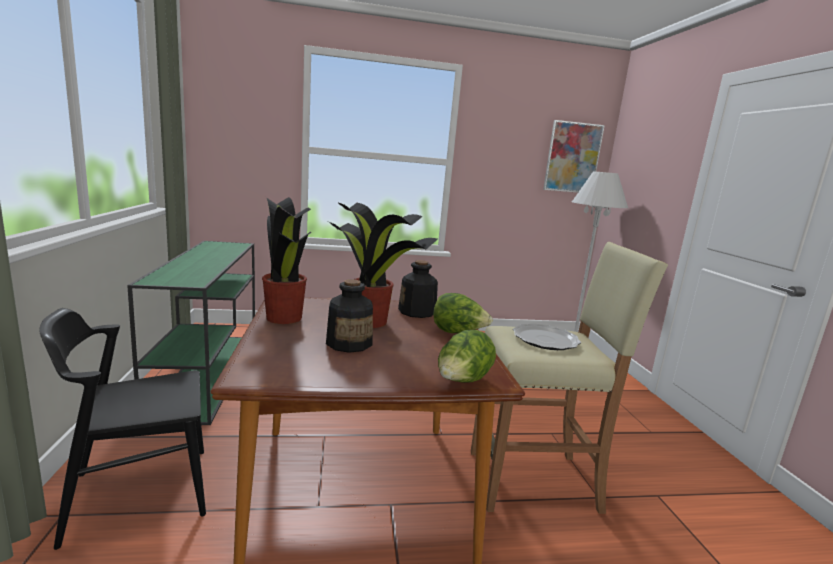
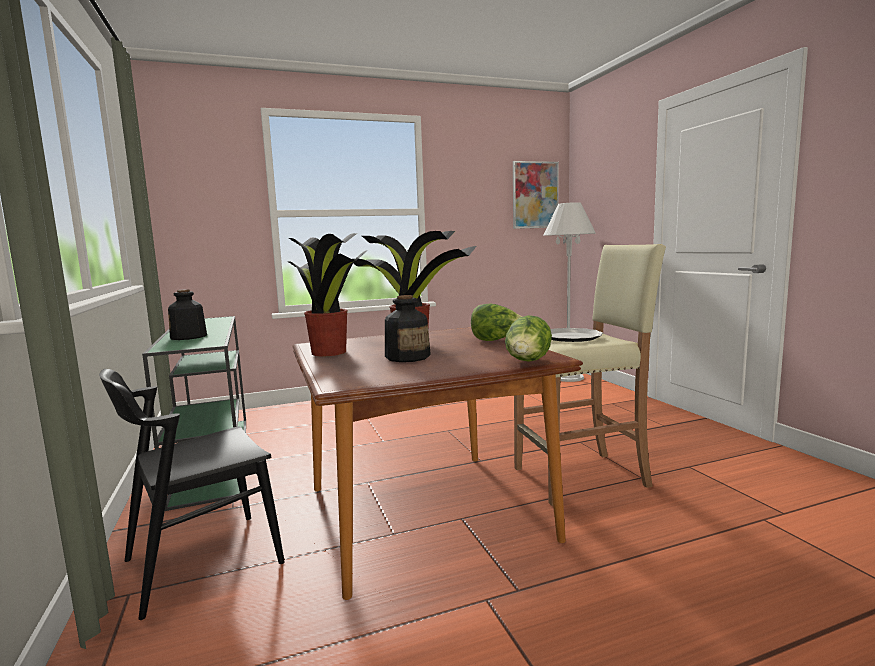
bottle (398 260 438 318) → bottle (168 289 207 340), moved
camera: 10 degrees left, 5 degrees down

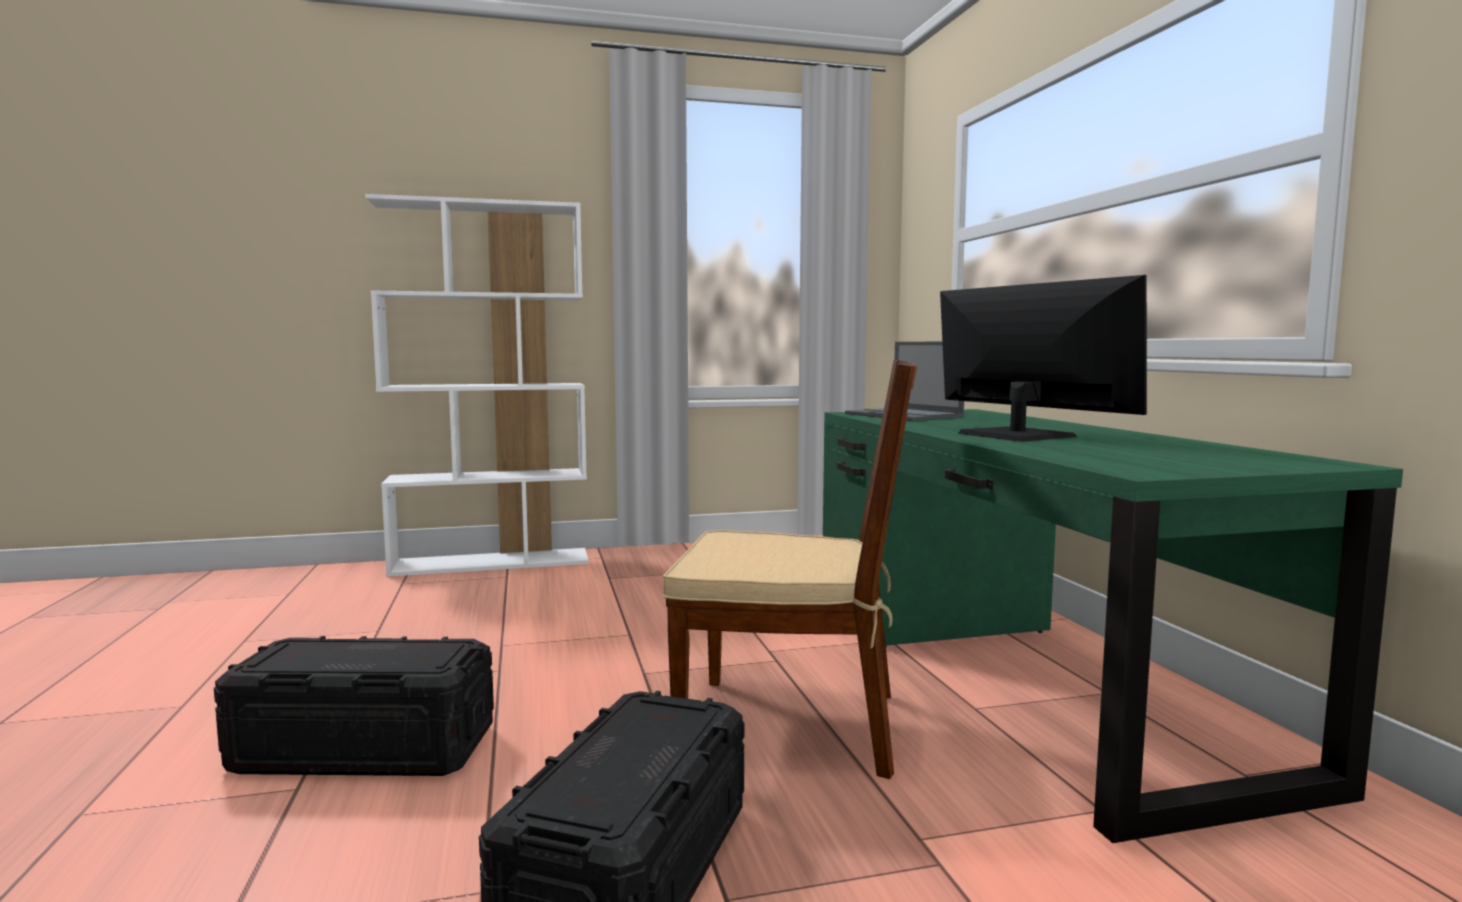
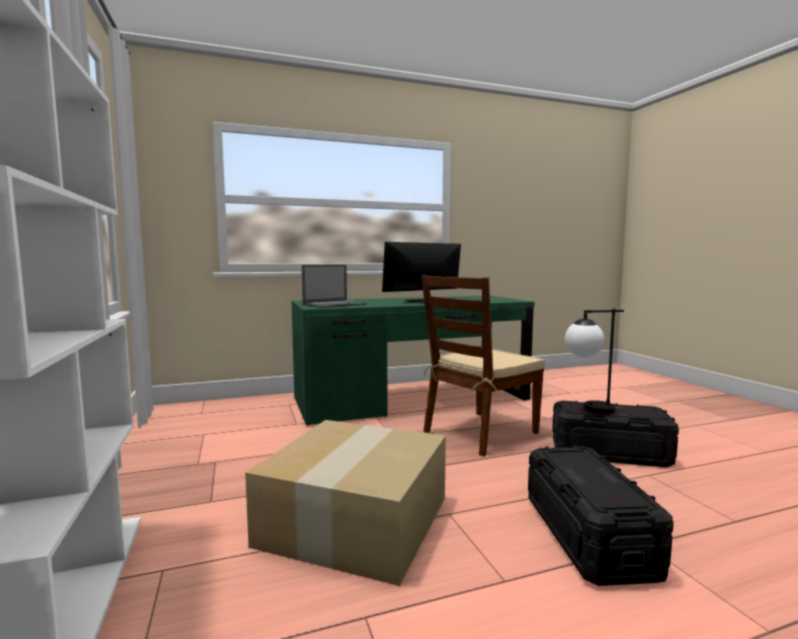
brown-coloured upright chair (663 360 918 779) → brown-coloured upright chair (421 275 545 456), 135 degrees counterclockwise
- → cardboard box (245 420 446 586)
- → tabletop lamp (565 309 624 415)
camera: 95 degrees left, 0 degrees up

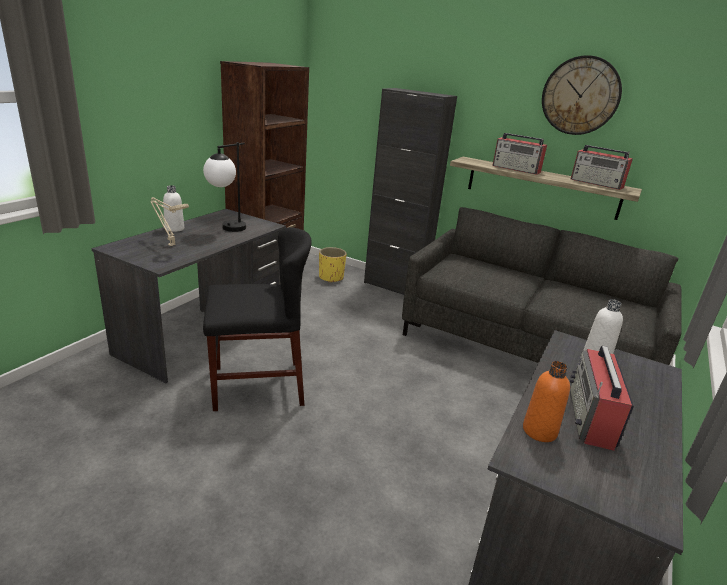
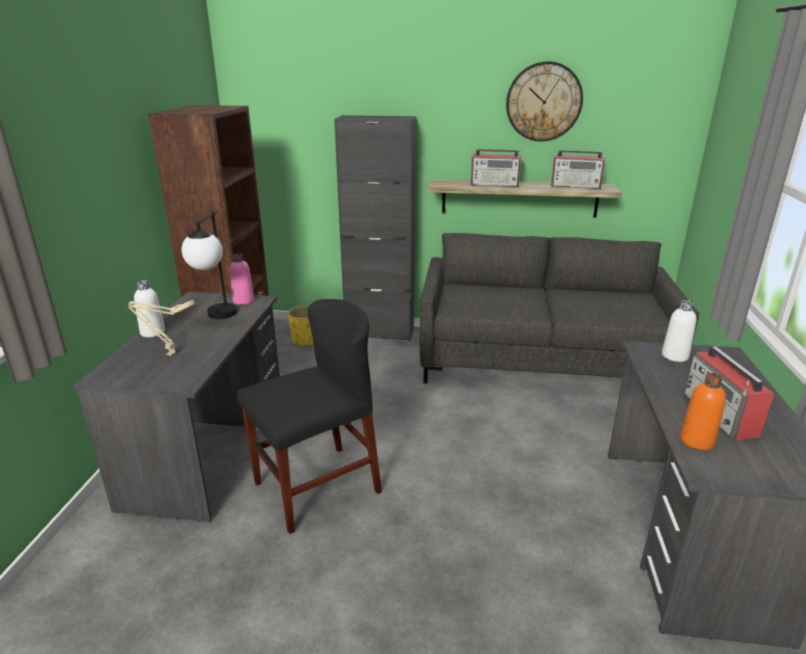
- → pink-coloured bottle (230 253 254 305)
camera: 20 degrees left, 0 degrees up

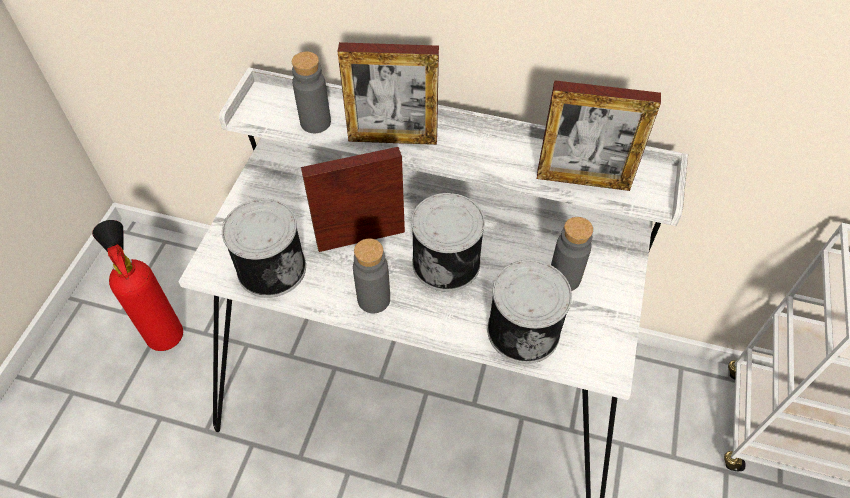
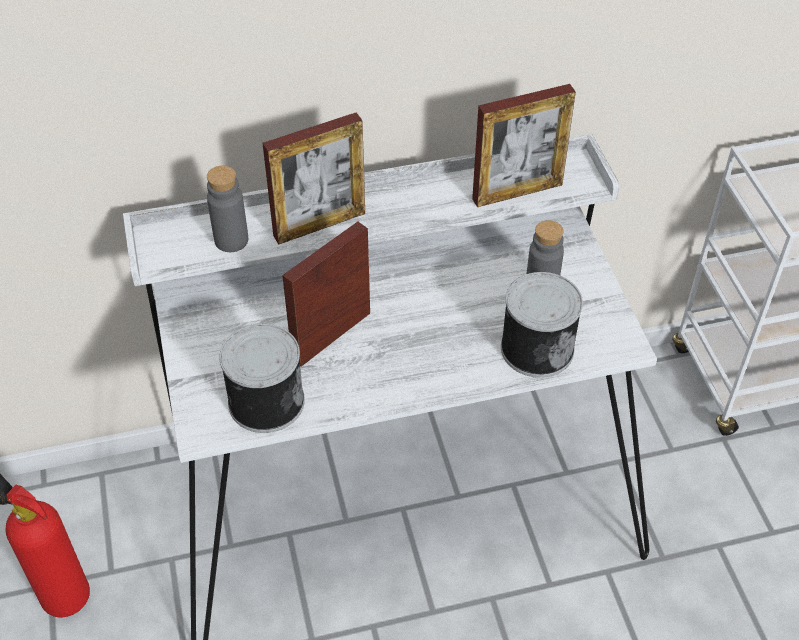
greyish bottle (353 239 390 313) → -
metal can (411 193 485 292) → -
camera: 30 degrees left, 5 degrees down

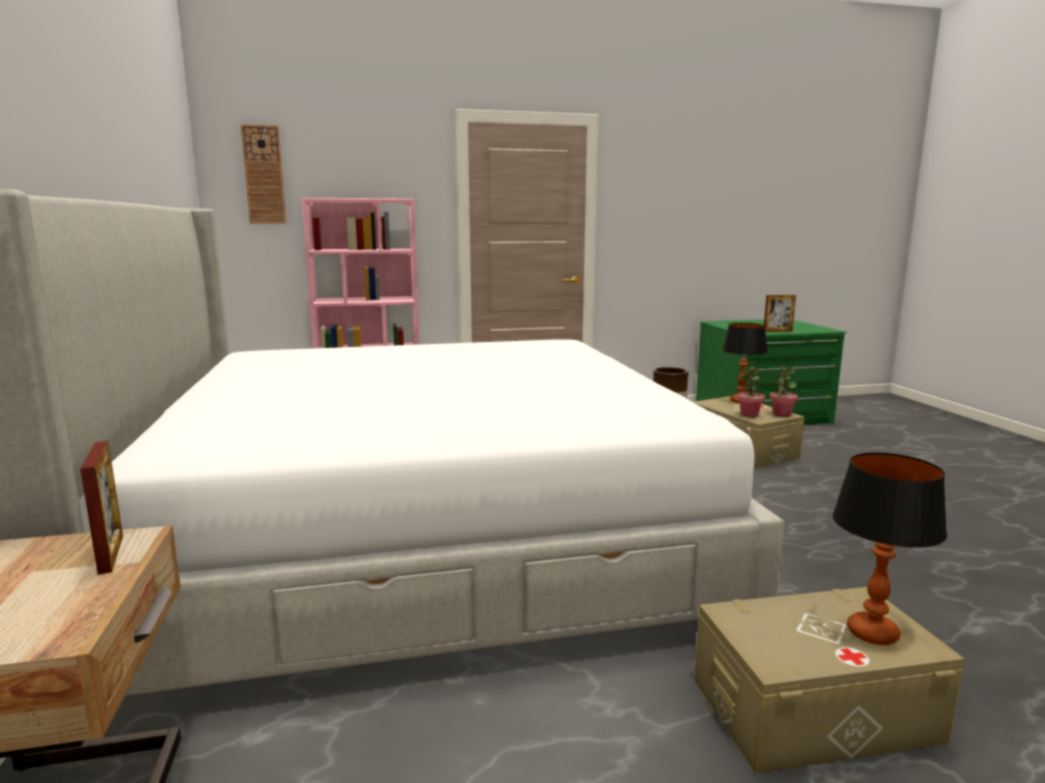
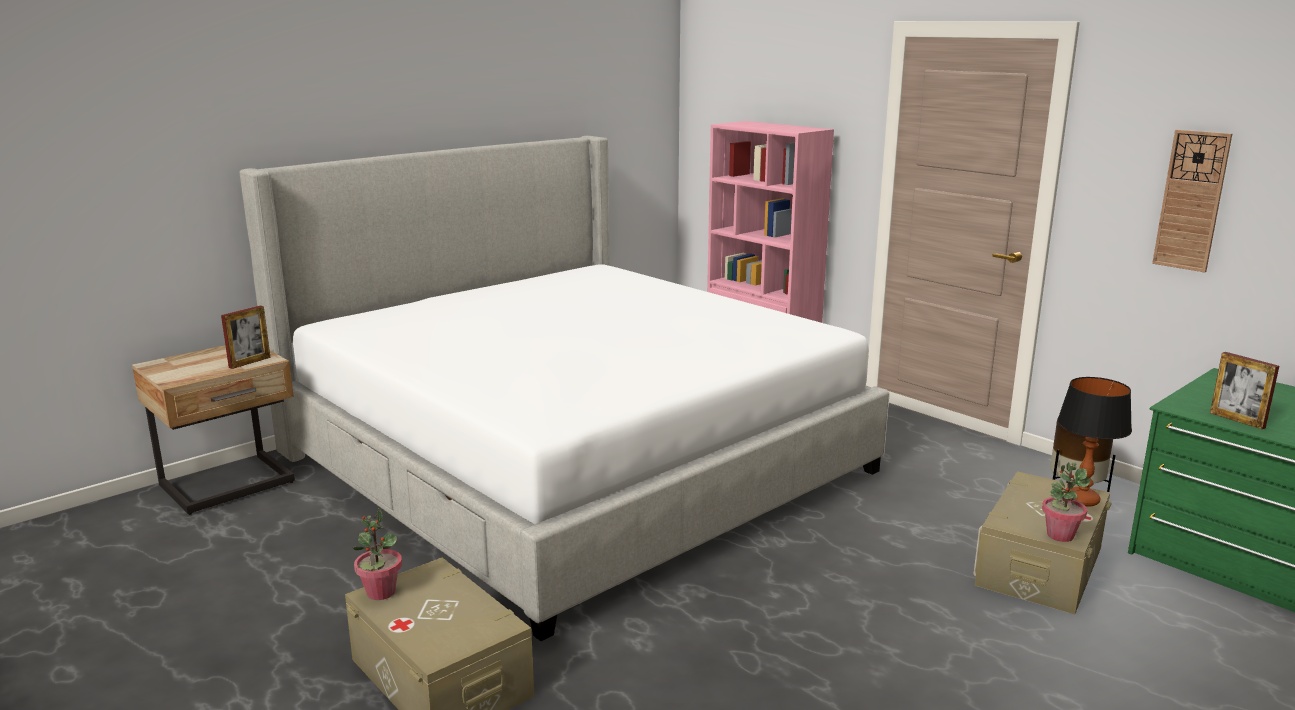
clock on the wall (240 124 287 224) → clock on the wall (1152 129 1232 272), moved
plant in a pot (737 366 765 418) → plant in a pot (352 509 402 600), moved
tabletop lamp (832 453 947 645) → -
camera: 60 degrees right, 5 degrees up

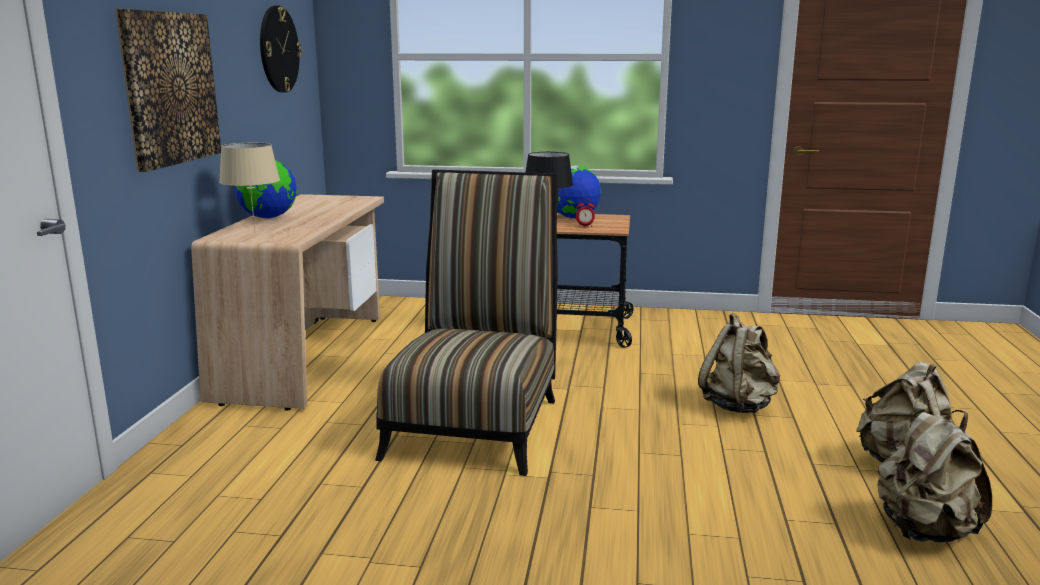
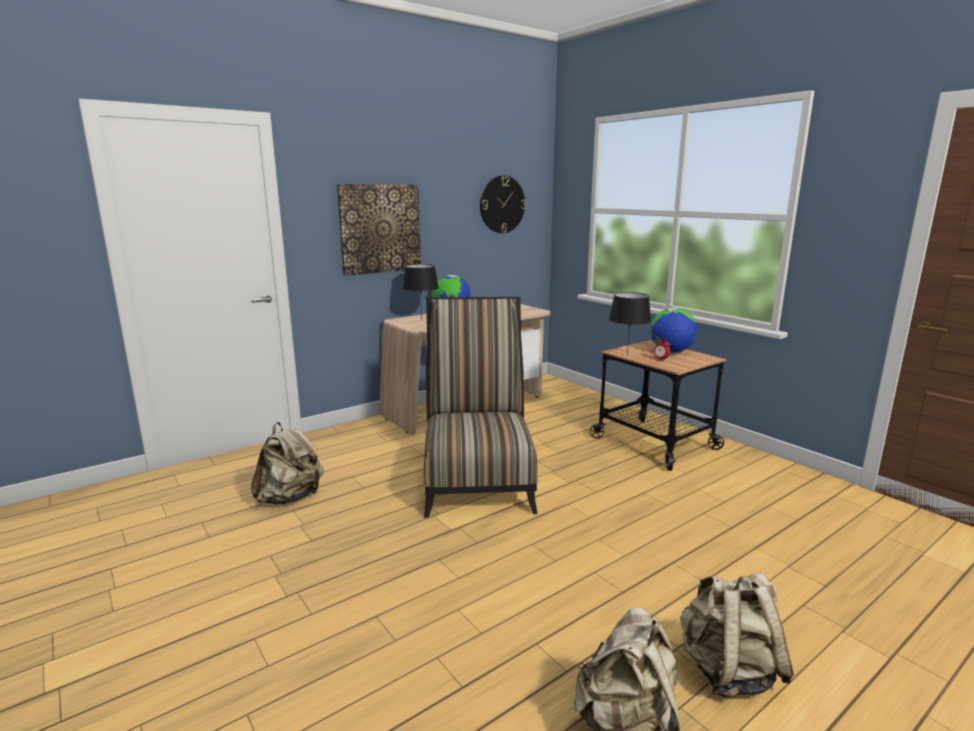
sand-coloured tabletop lamp (219 143 280 233) → black-coloured tabletop lamp (402 264 439 320)
upright chair (375 169 559 476) → upright chair (424 297 538 518), 60 degrees counterclockwise
sand-coloured rucksack (698 313 780 413) → sand-coloured rucksack (251 422 324 505), moved
camera: 45 degrees right, 0 degrees up

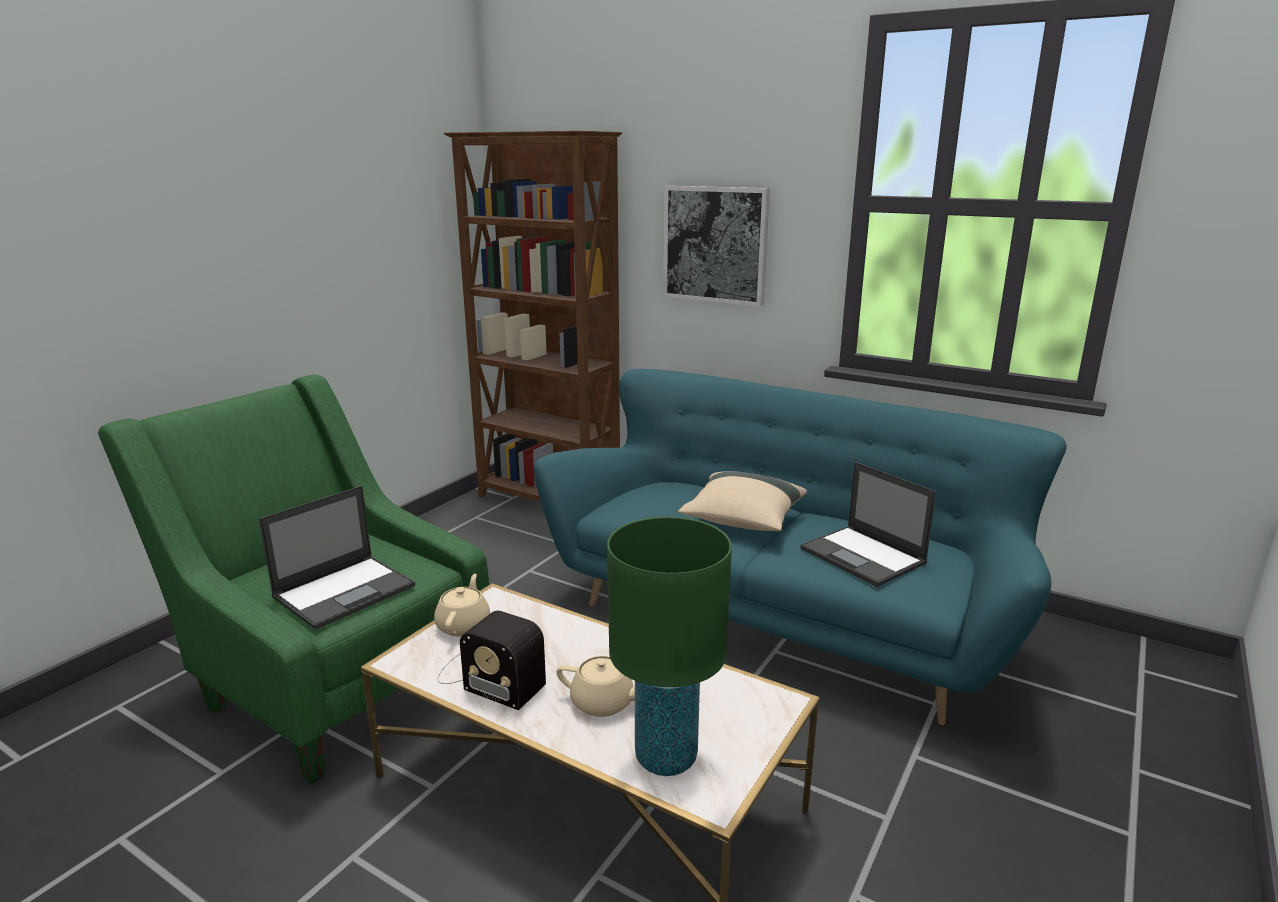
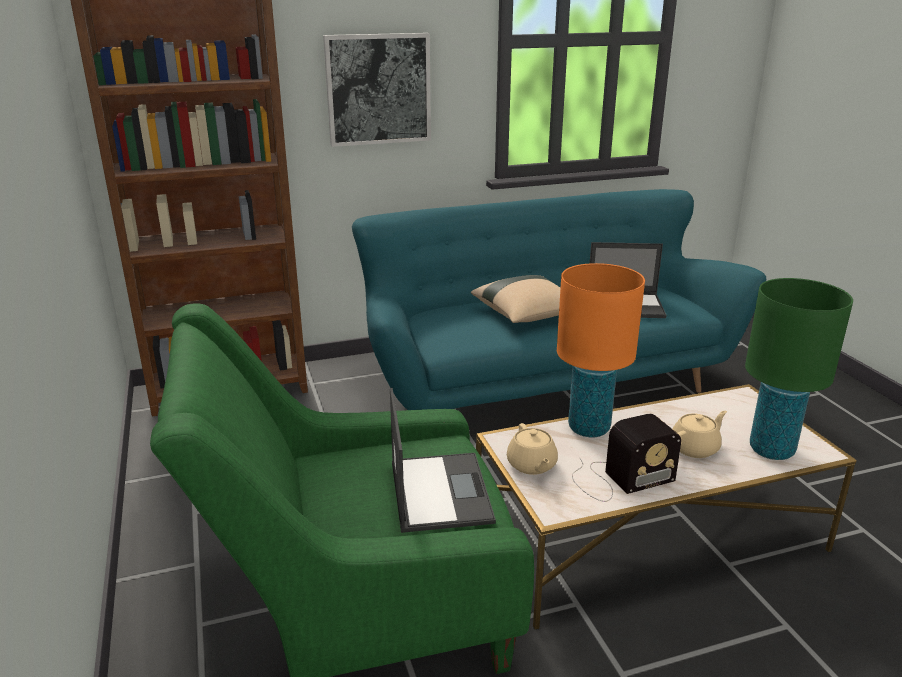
sand-coloured teapot (434 574 490 637) → sand-coloured teapot (507 423 558 475), 150 degrees counterclockwise
- → orange-coloured tabletop lamp (557 263 645 437)
camera: 50 degrees left, 5 degrees up

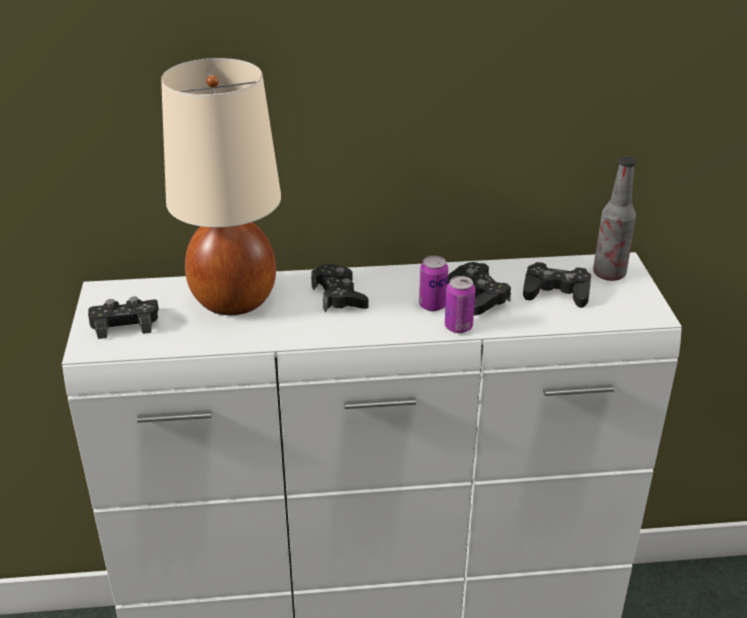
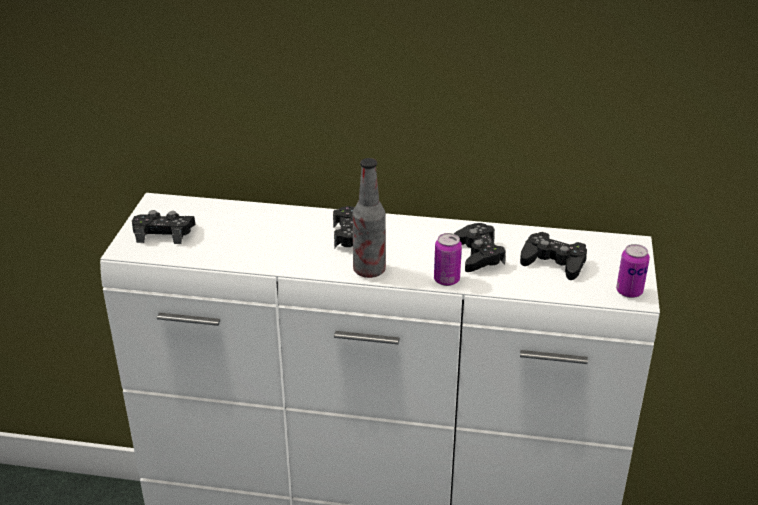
sand-coloured tabletop lamp (161 58 281 315) → -
metal can (419 256 448 311) → metal can (616 244 650 298), moved
bottle (593 157 636 281) → bottle (353 158 386 278), moved
camera: 15 degrees right, 0 degrees up

